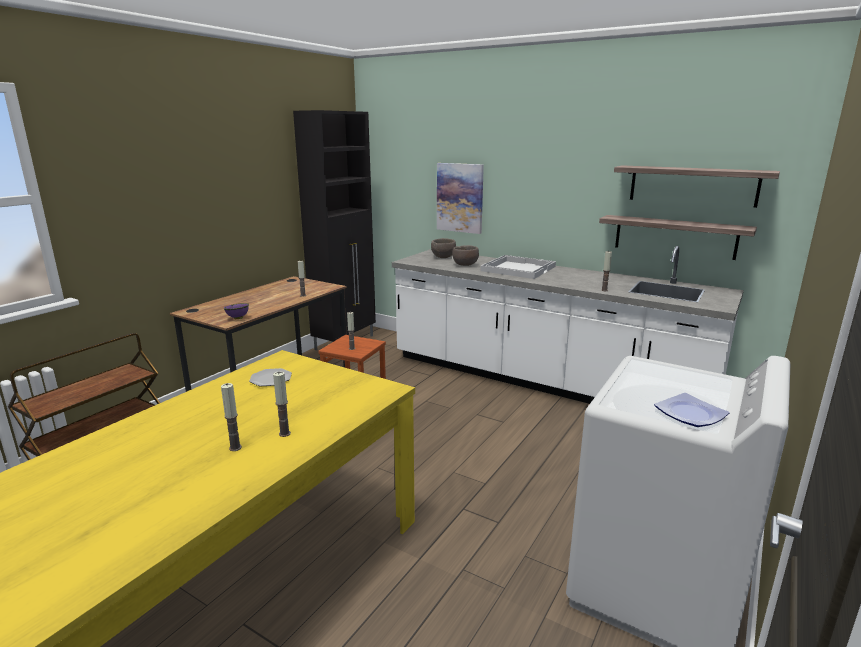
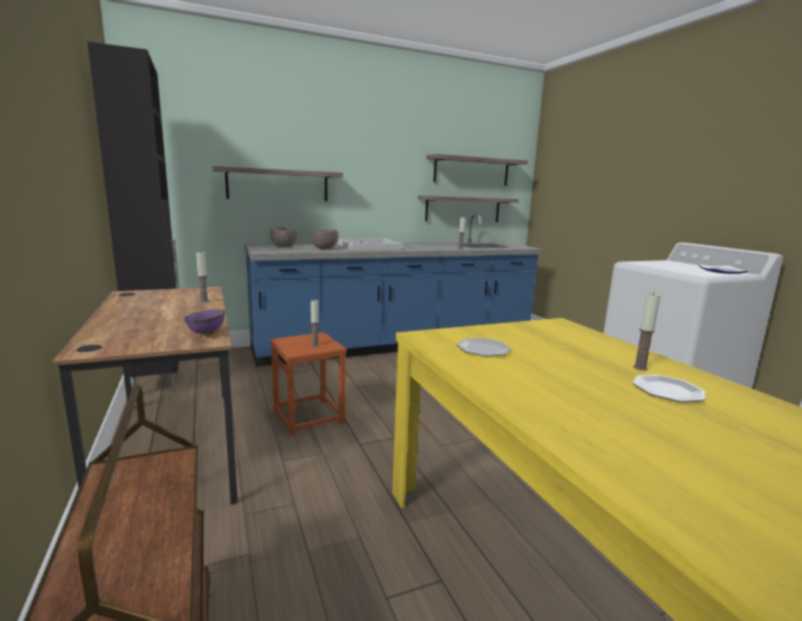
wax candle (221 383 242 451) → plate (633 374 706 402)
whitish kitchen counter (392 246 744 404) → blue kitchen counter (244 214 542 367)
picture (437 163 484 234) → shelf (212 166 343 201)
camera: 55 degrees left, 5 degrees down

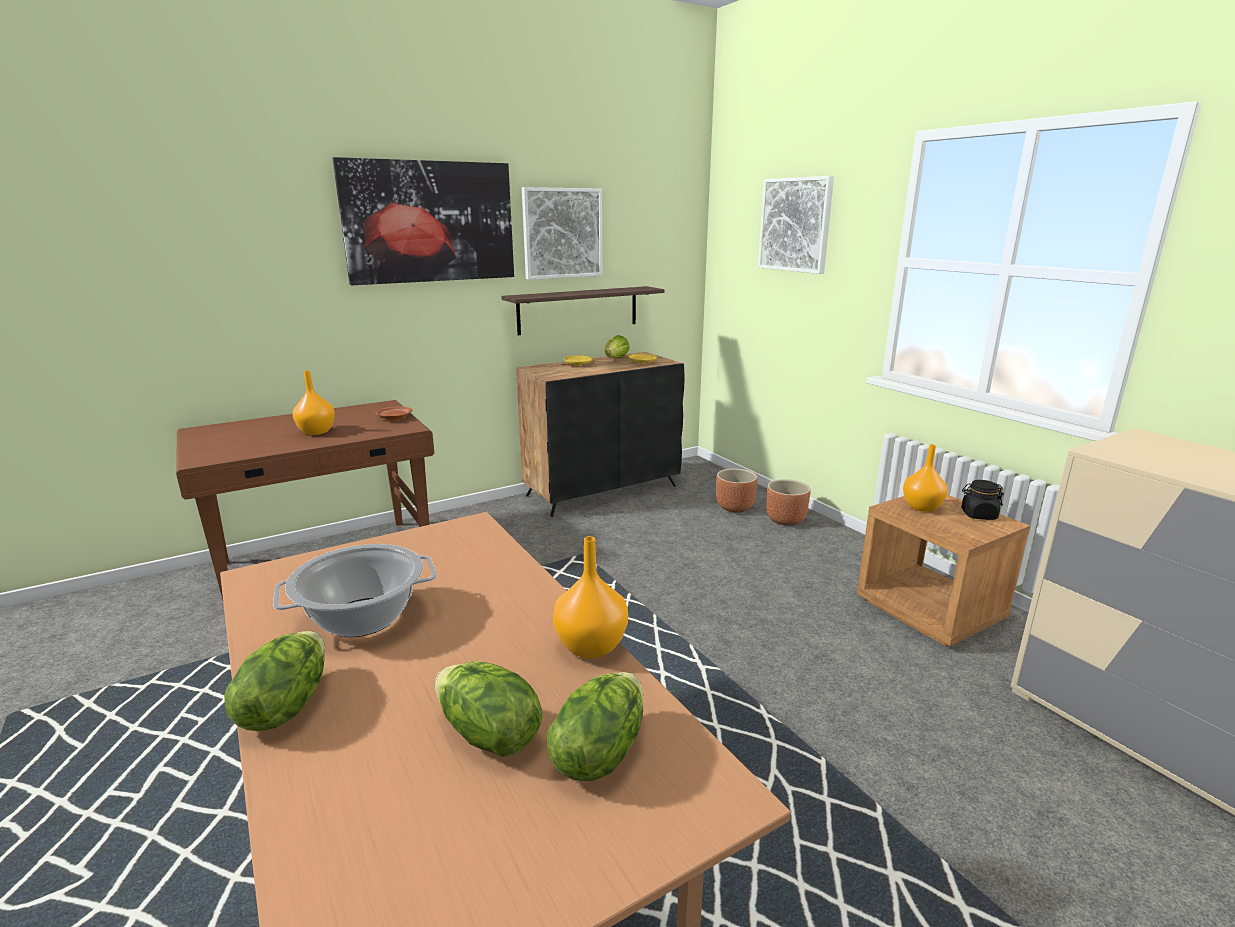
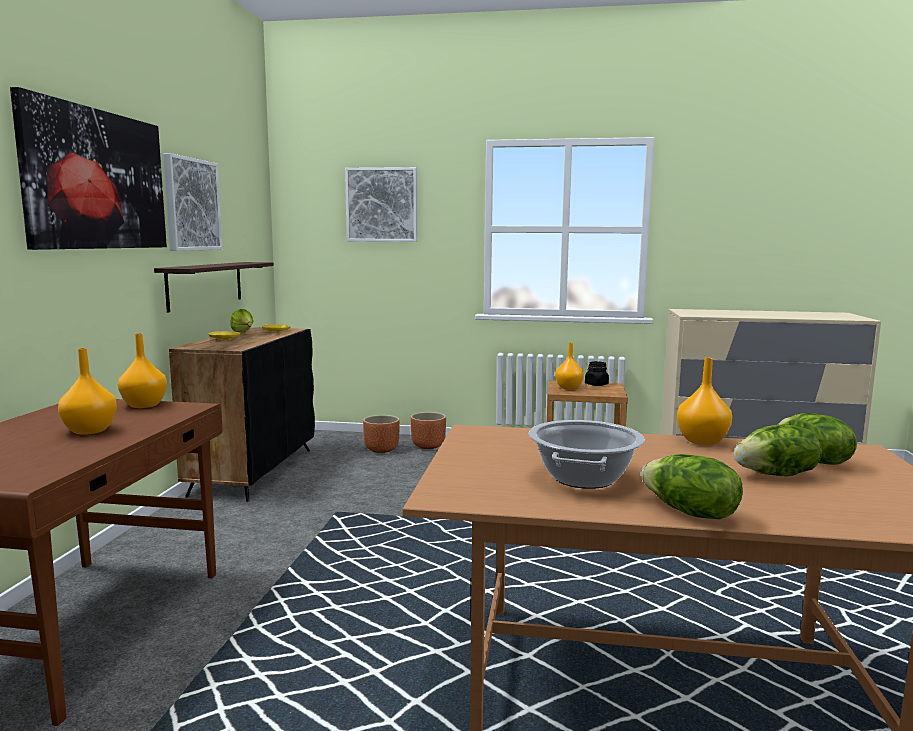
brown-coloured plate (376 406 412 420) → orange-coloured flower vase (118 333 167 408)
camera: 50 degrees left, 10 degrees down

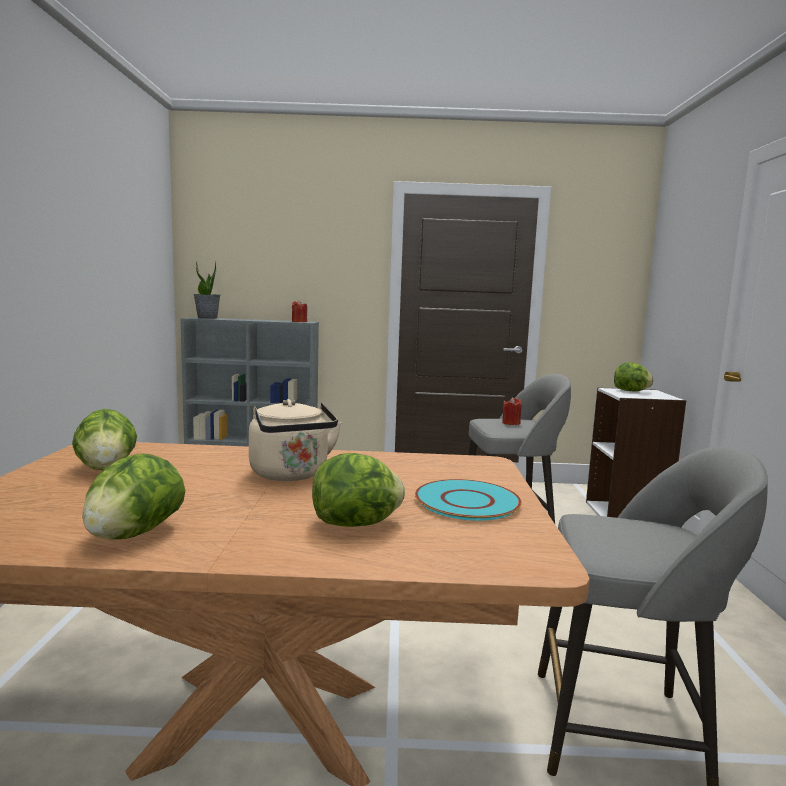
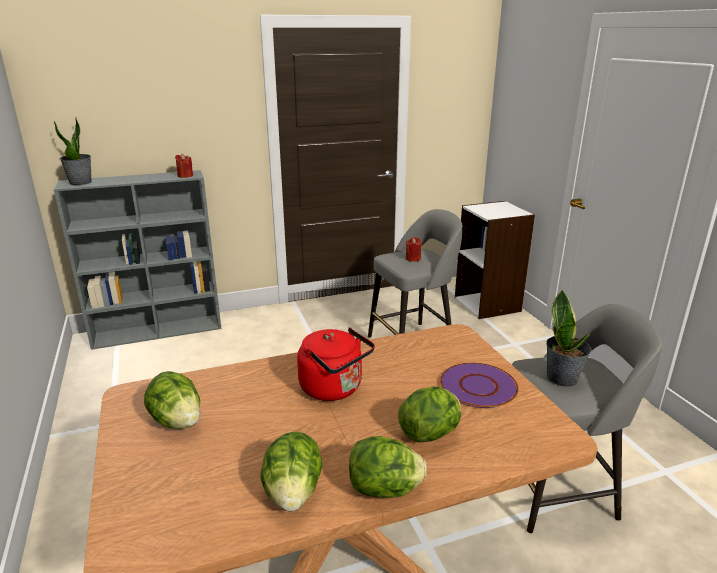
sand-coloured kettle (249 399 342 481) → red-coloured kettle (297 327 375 401)
blue-green plate (415 479 522 521) → purple plate (440 363 519 408)
lettuce head (614 362 654 391) → lettuce head (349 436 427 498), moved
- → plant in a pot (546 289 591 387)
camera: 20 degrees left, 15 degrees up

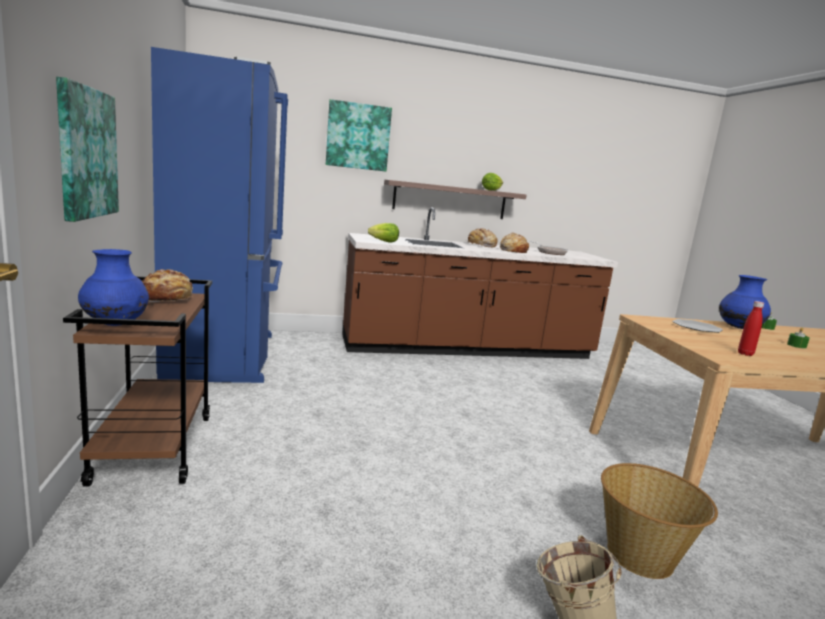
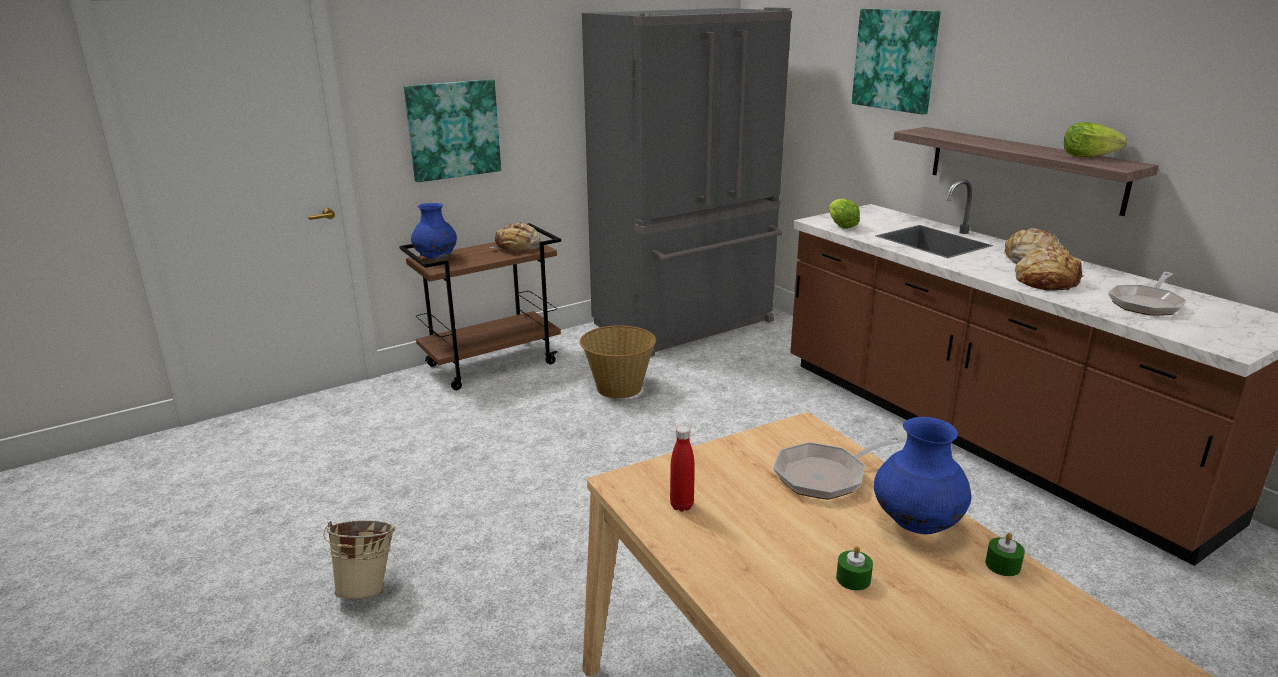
blue fridge (151 47 288 383) → greyish fridge (582 7 792 357)
basket (601 463 718 579) → basket (580 325 656 399), moved
plate (672 319 723 333) → frying pan (773 435 906 500)
camera: 70 degrees right, 10 degrees up

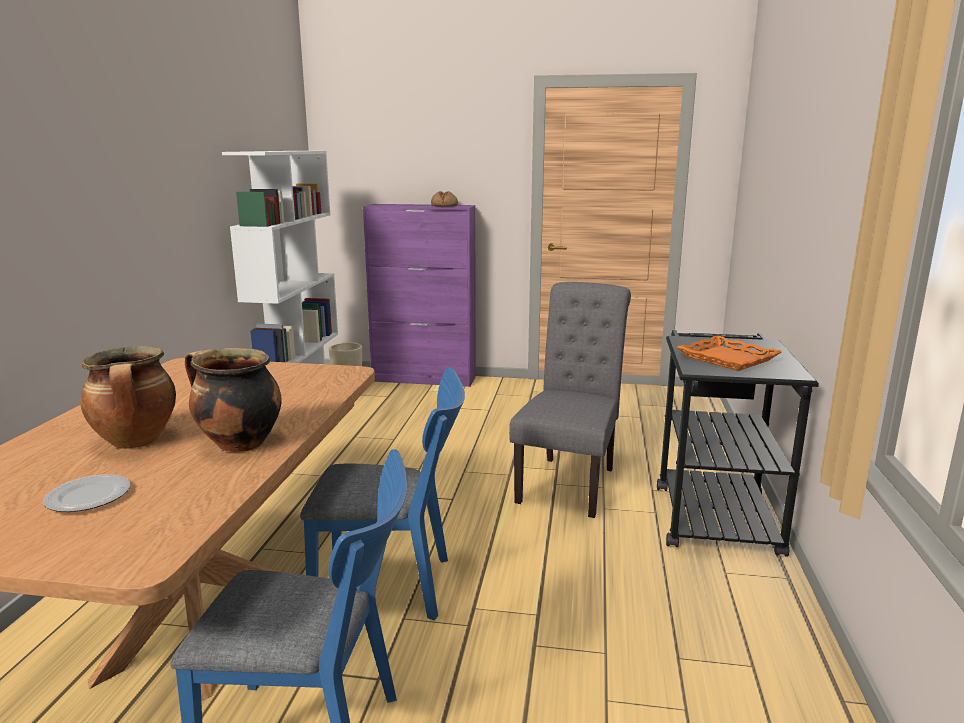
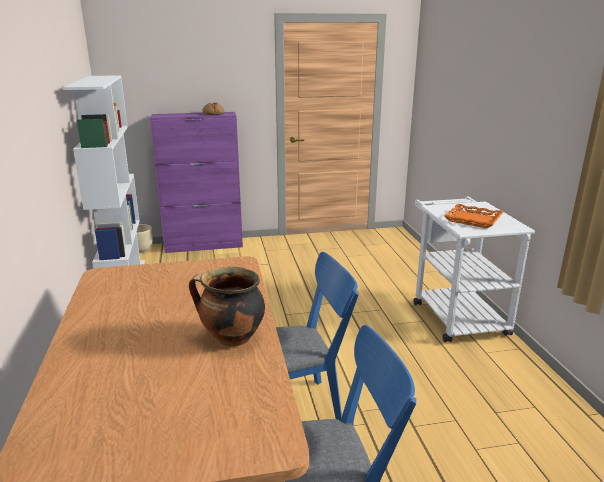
plate (43 474 130 512) → -
saucepot (80 346 176 449) → -
greyish upright chair (509 282 631 518) → -
black-coloured trolley (657 330 819 557) → whitish trolley (413 197 535 342)
camera: 20 degrees left, 5 degrees up

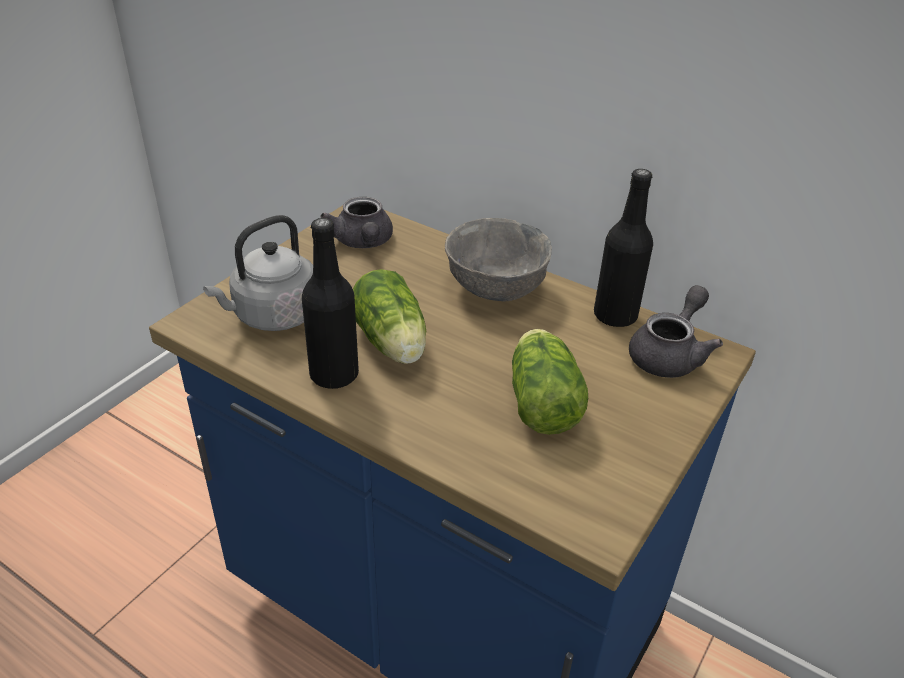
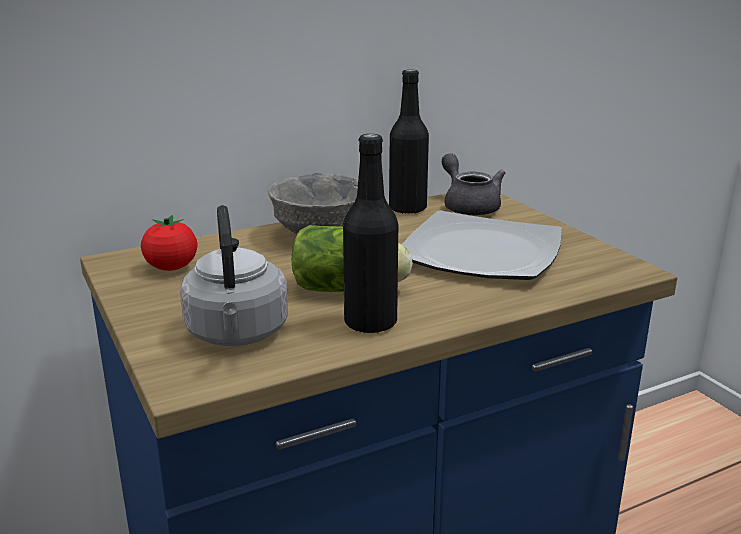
greyish teapot (320 197 393 248) → whole tomato (141 215 197 271)
lettuce head (512 329 588 435) → plate (402 211 562 280)
camera: 60 degrees left, 15 degrees down

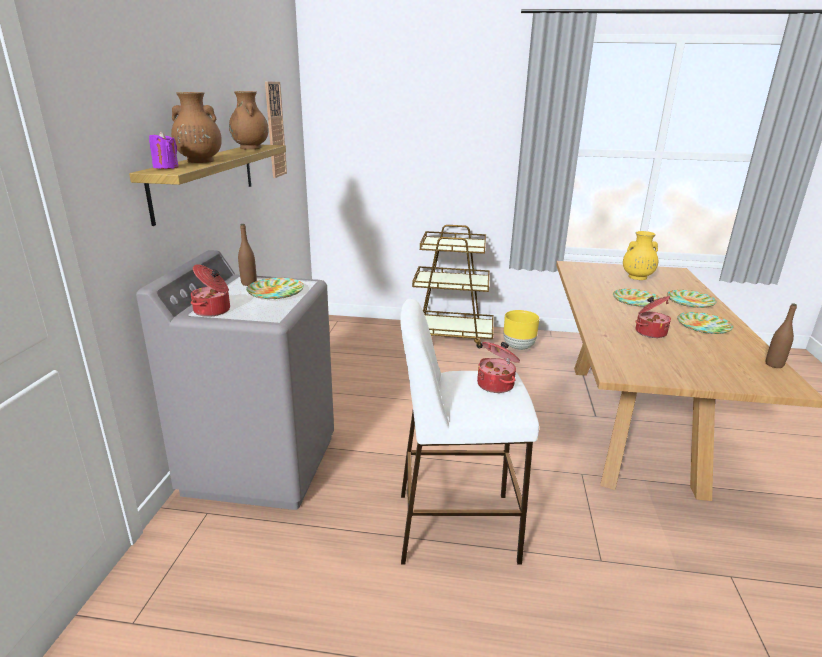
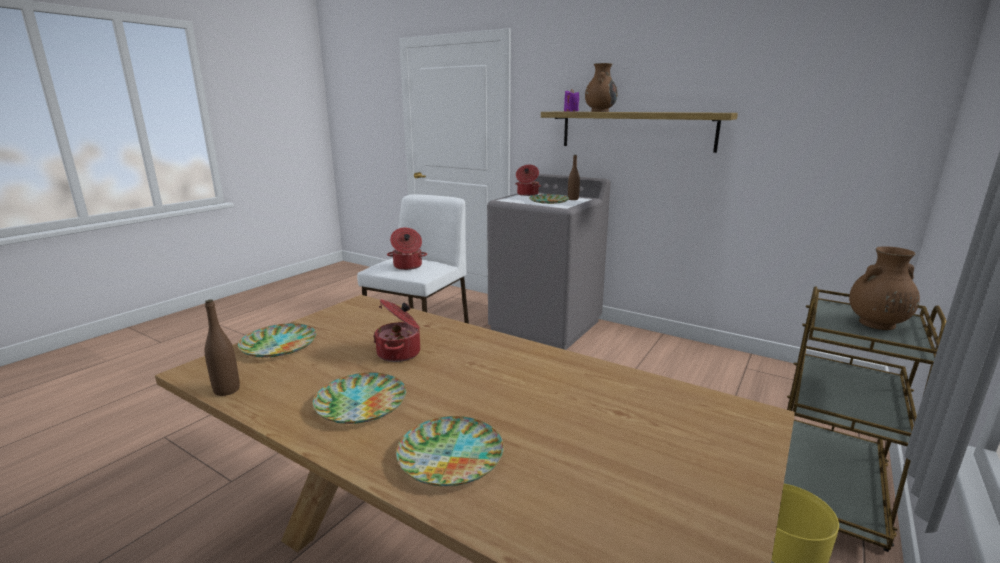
brown-coloured flower vase (229 91 269 149) → brown-coloured flower vase (849 246 920 330), moved
clock on the wall (265 81 287 178) → -
plate (613 289 660 307) → plate (238 323 316 358), moved
yellow-coloured flower vase (623 231 658 280) → -
camera: 115 degrees right, 5 degrees down

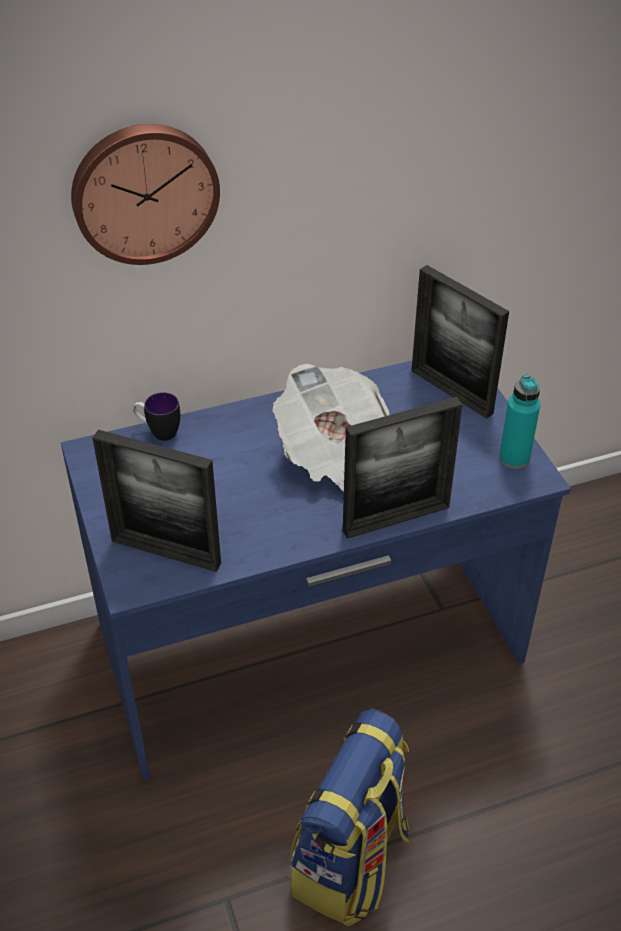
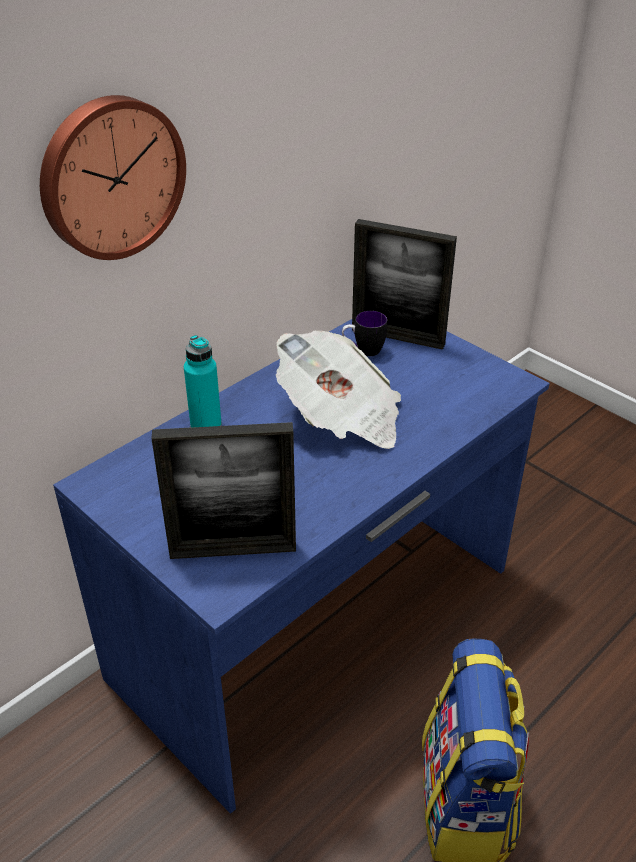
mug (133 392 180 441) → mug (342 311 387 356), moved
picture frame (343 397 462 539) → -
blue-green bottle (499 374 540 469) → blue-green bottle (184 335 222 428), moved
camera: 25 degrees left, 5 degrees down

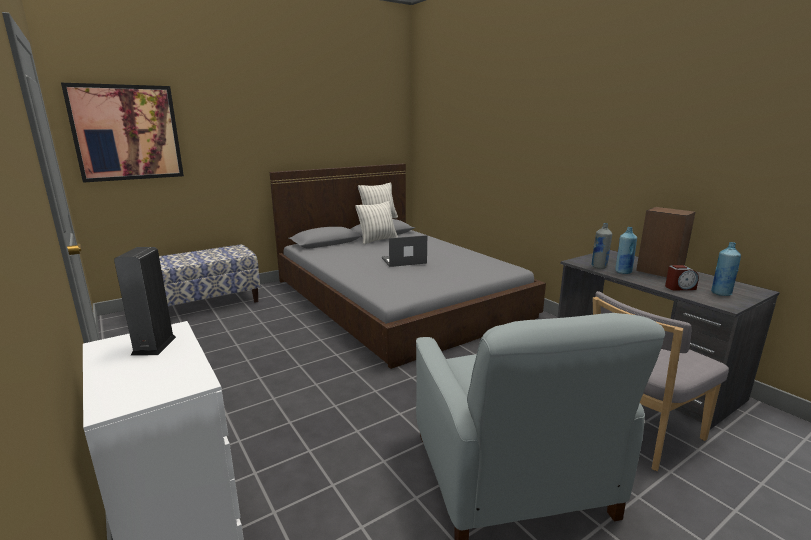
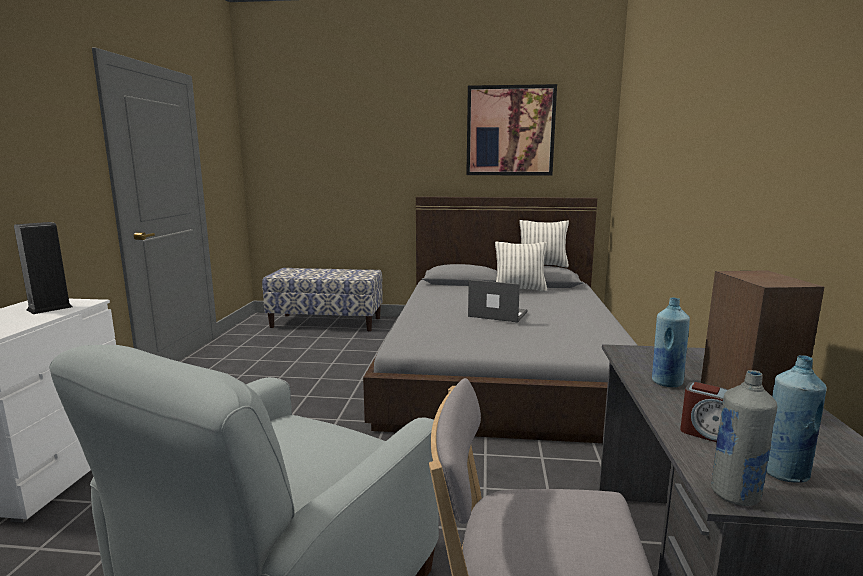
picture (61 83 184 183) → picture (466 84 557 175), moved
greyish bottle (591 223 612 269) → greyish bottle (711 370 777 506), moved
camera: 40 degrees right, 5 degrees down

